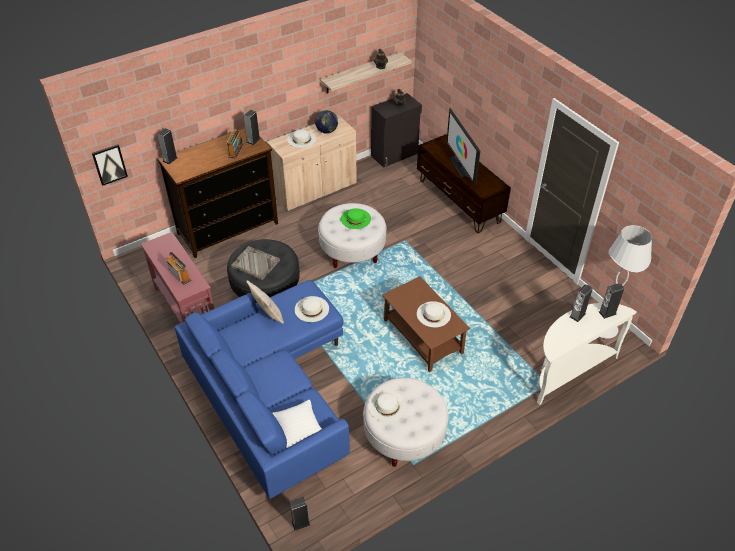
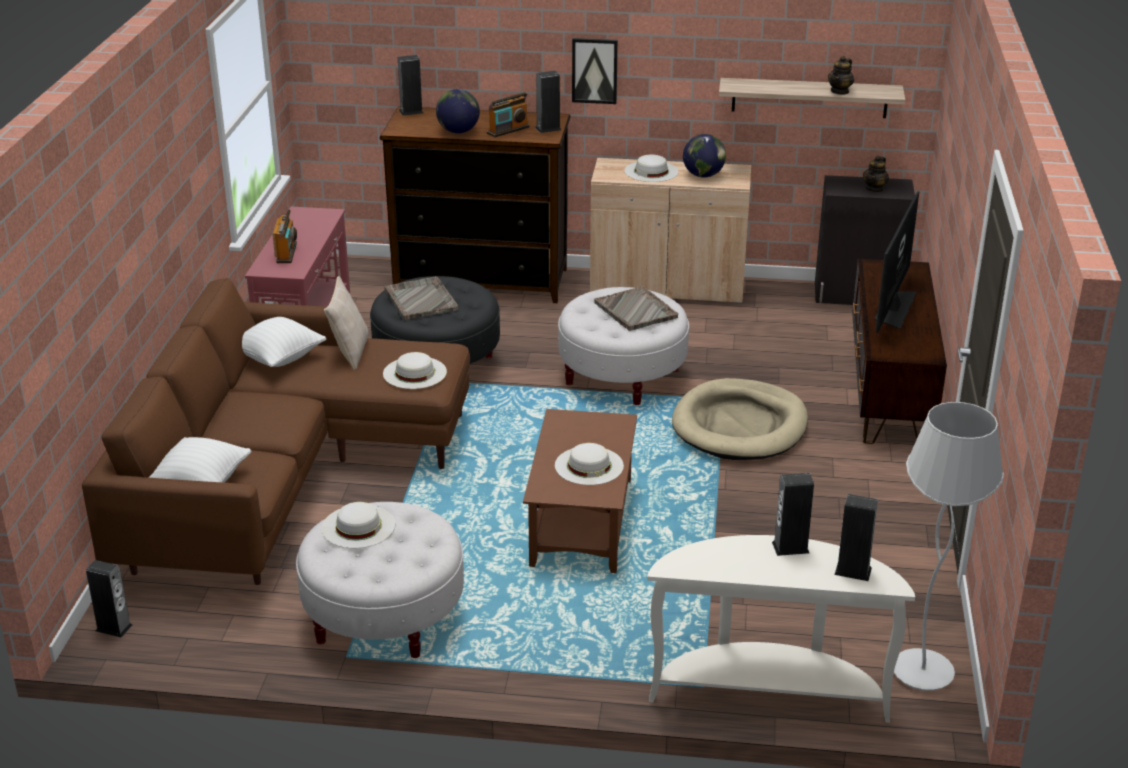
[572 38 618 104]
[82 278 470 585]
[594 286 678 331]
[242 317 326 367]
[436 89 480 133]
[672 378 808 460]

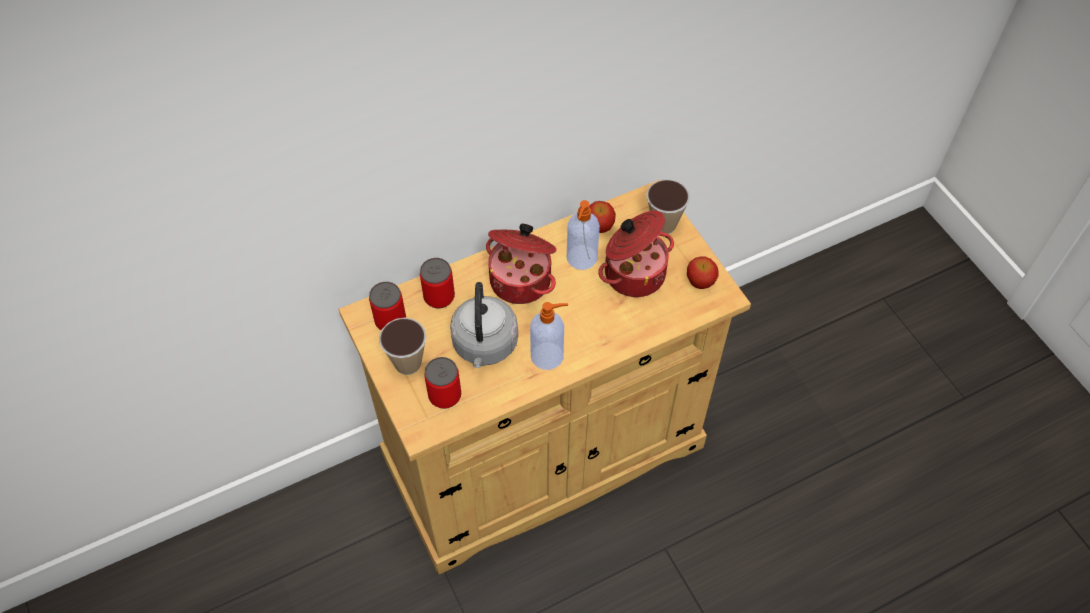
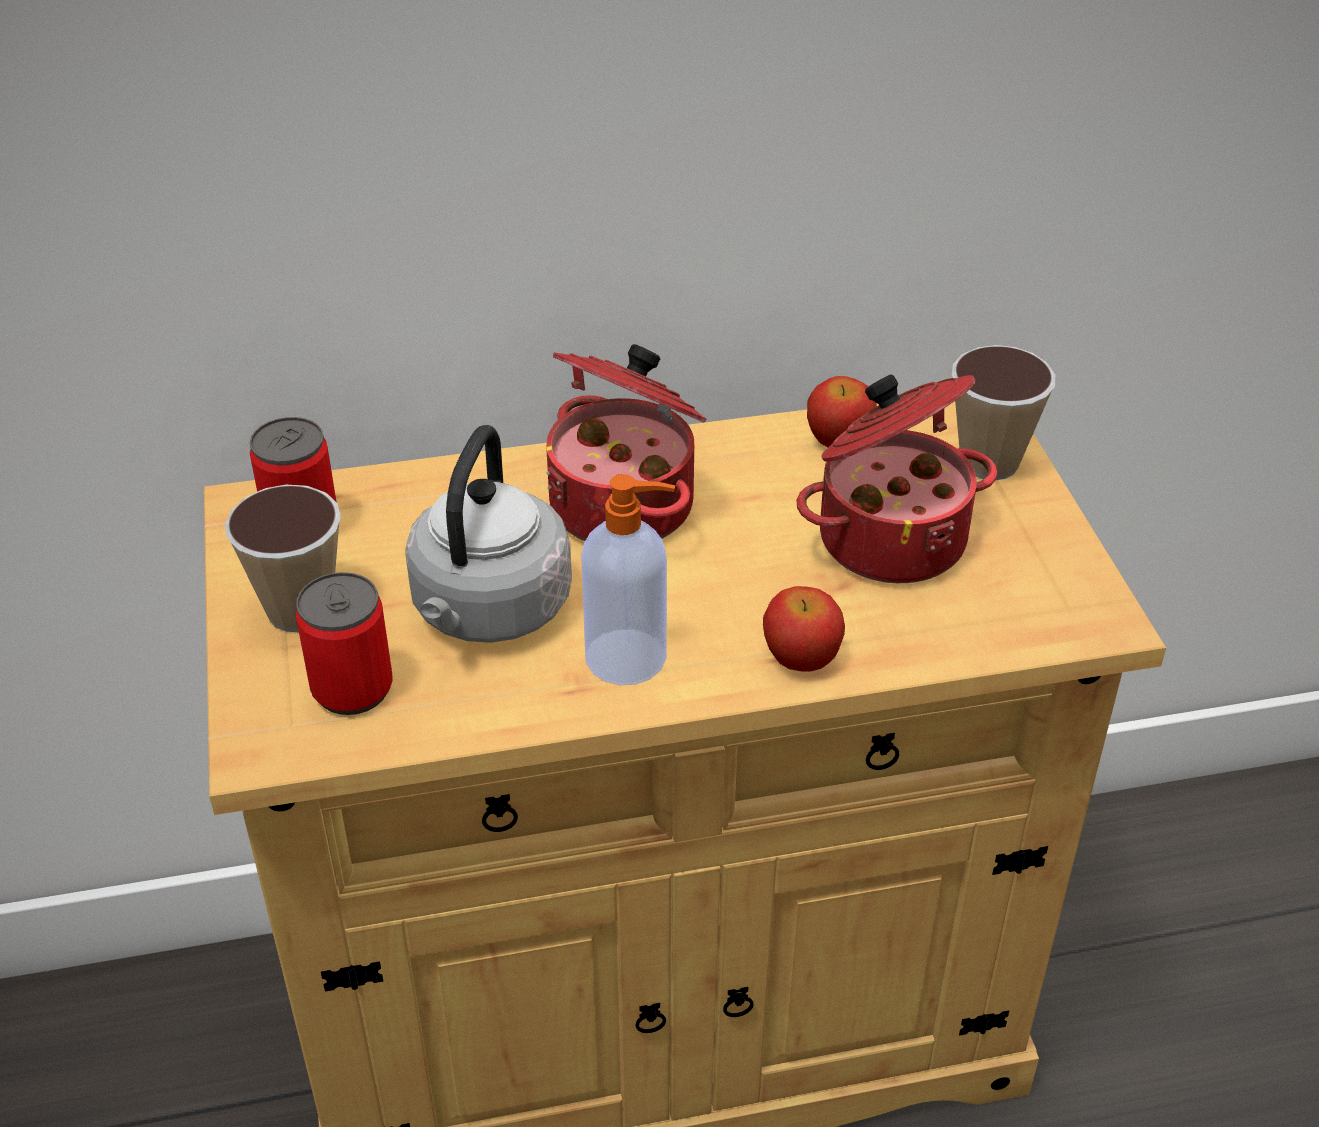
[420 258 455 309] (first image)
[567 200 600 270] (first image)
[763 586 845 671]

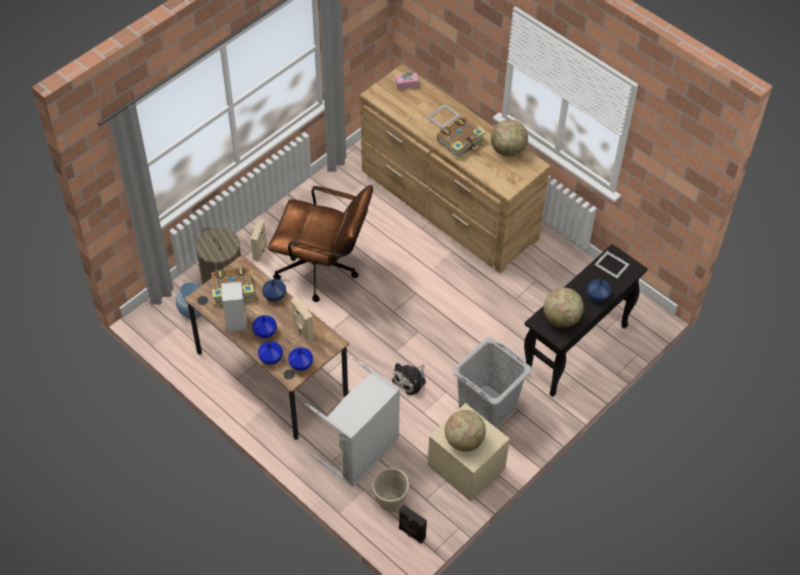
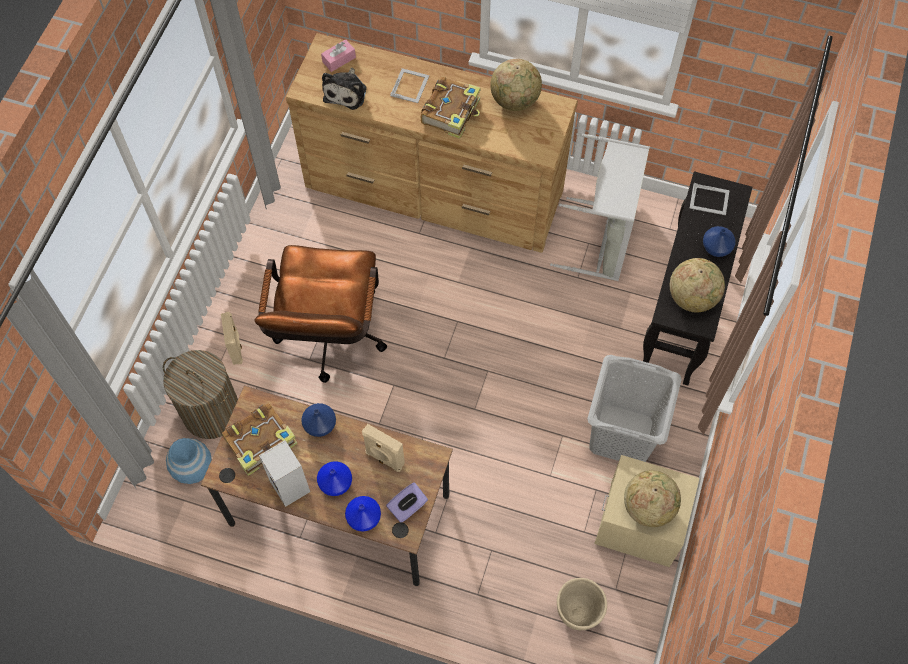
[254 245 387 383]
[386 482 428 522]
[550 133 650 281]
[322 68 367 110]
[399 504 427 544] (first image)

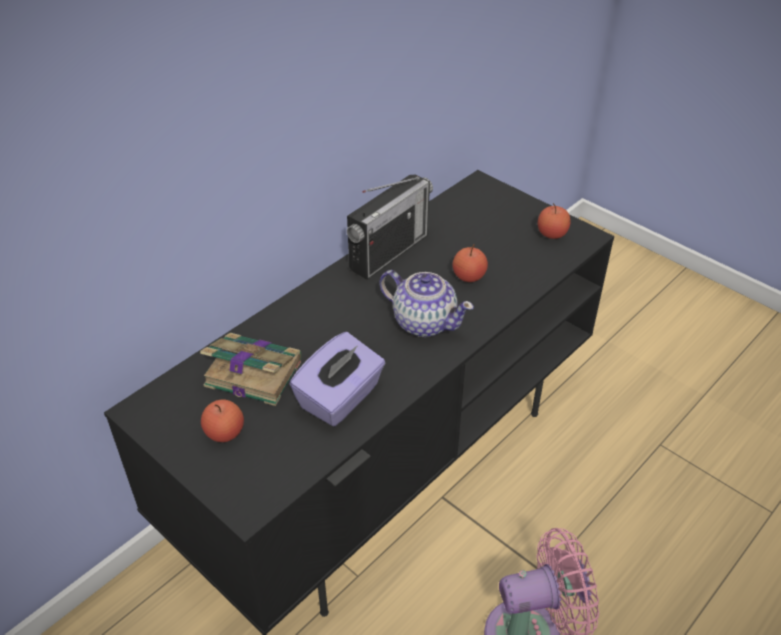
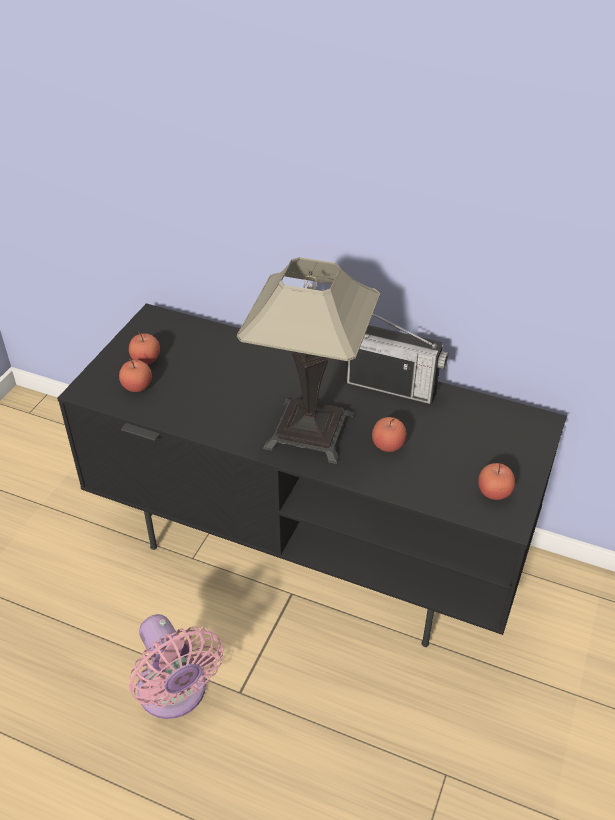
[200 333 302 406] (first image)
[289 332 385 427] (first image)
[237 257 380 464]
[119 358 152 392]

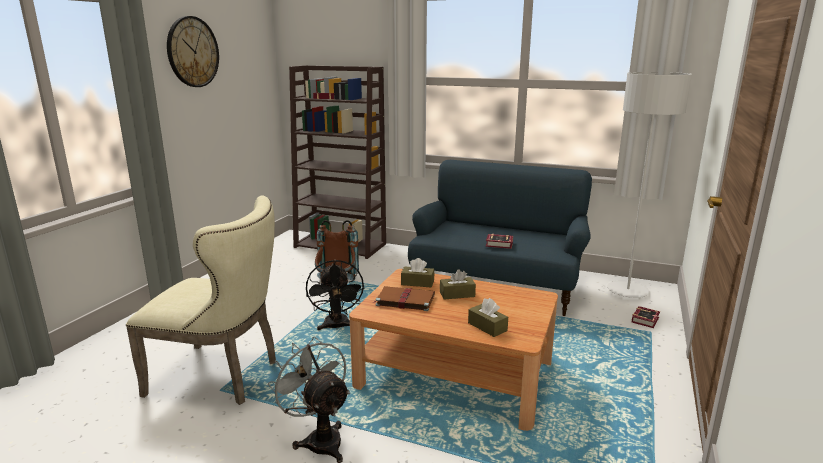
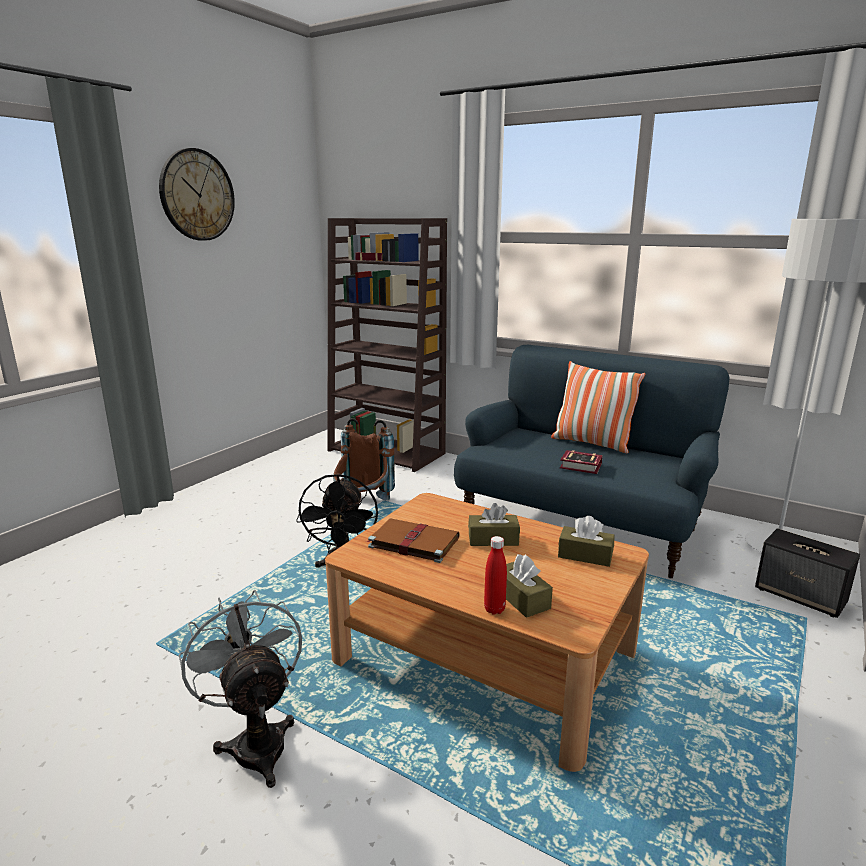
[126 196 276 405] (first image)
[558 516 615 567]
[755 528 860 618]
[484 536 507 615]
[551 361 645 453]

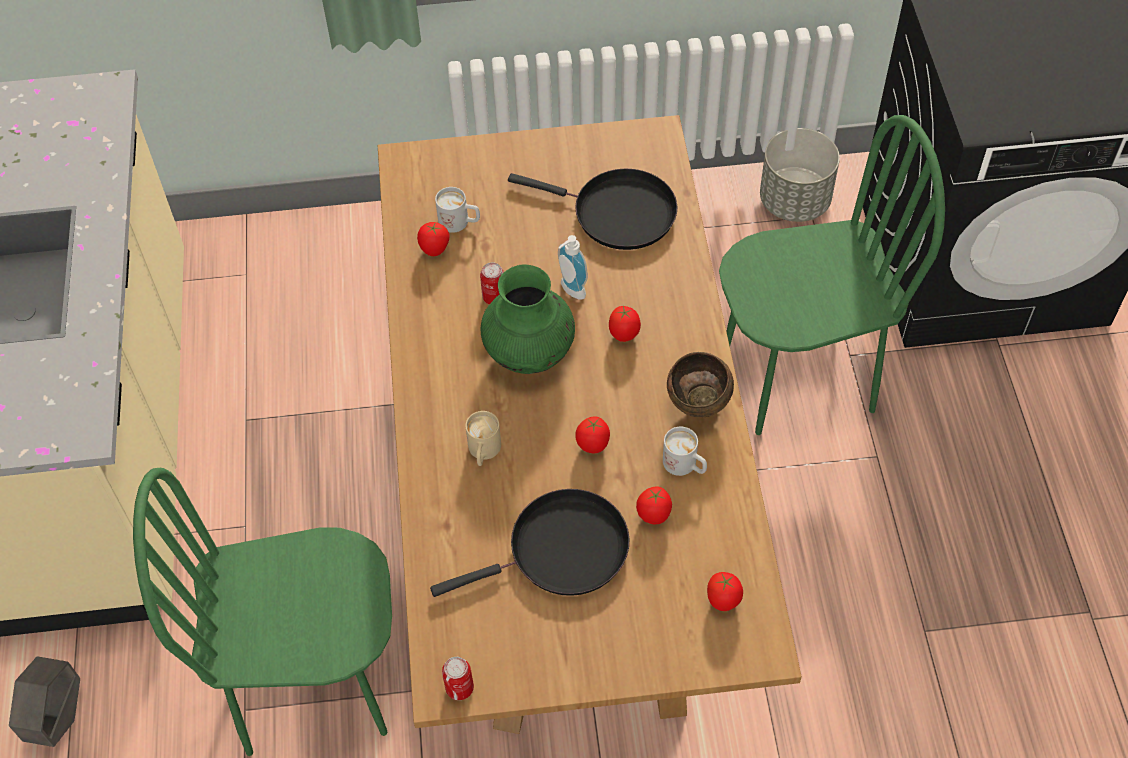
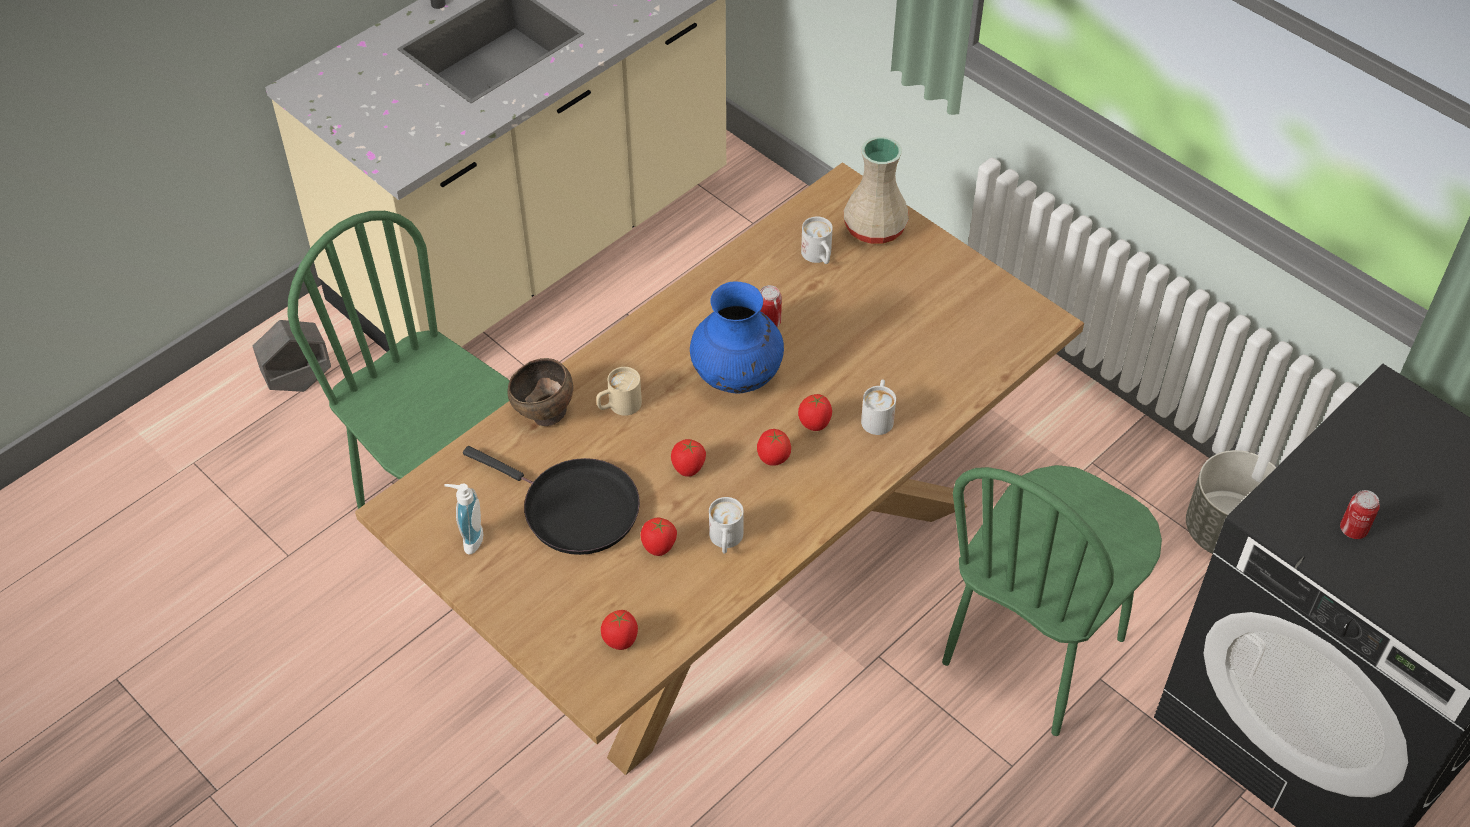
[757 429 791 466]
[1340 490 1380 539]
[690 281 784 393]
[508 168 678 250] (first image)
[444 484 483 555]
[507 358 573 426]
[942 465 1162 736]
[844 137 909 244]
[861 379 896 435]

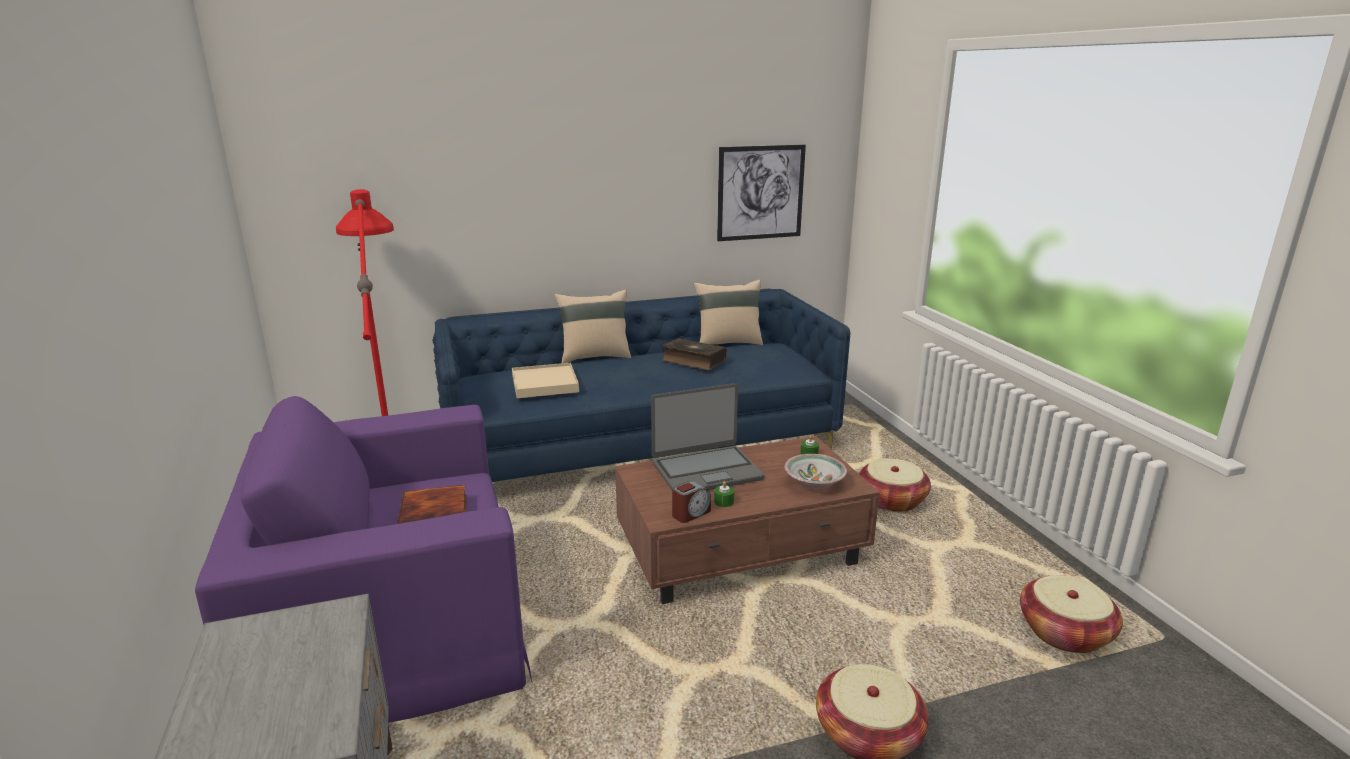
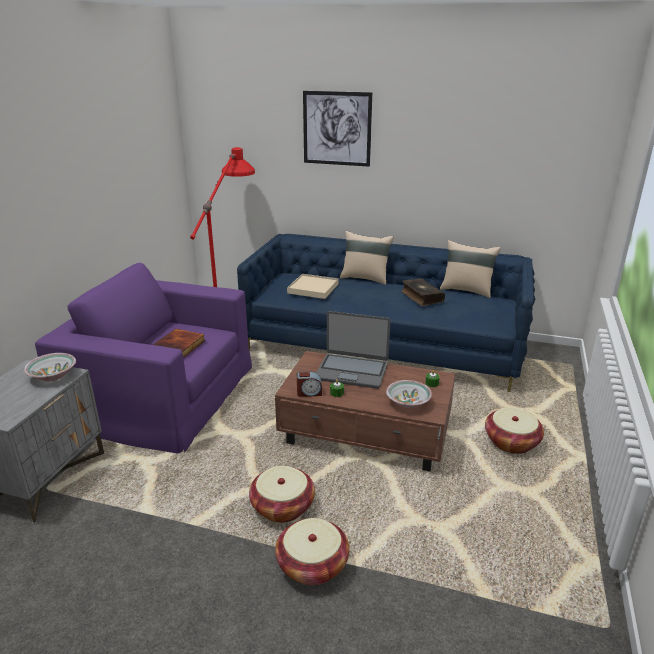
[303 91 372 167]
[249 466 315 523]
[24 353 76 382]

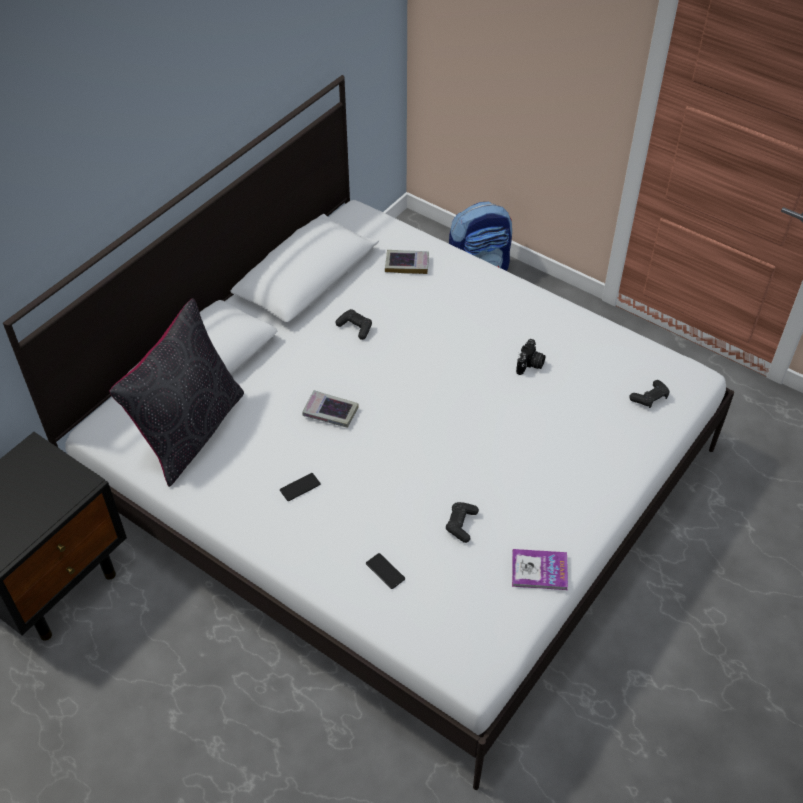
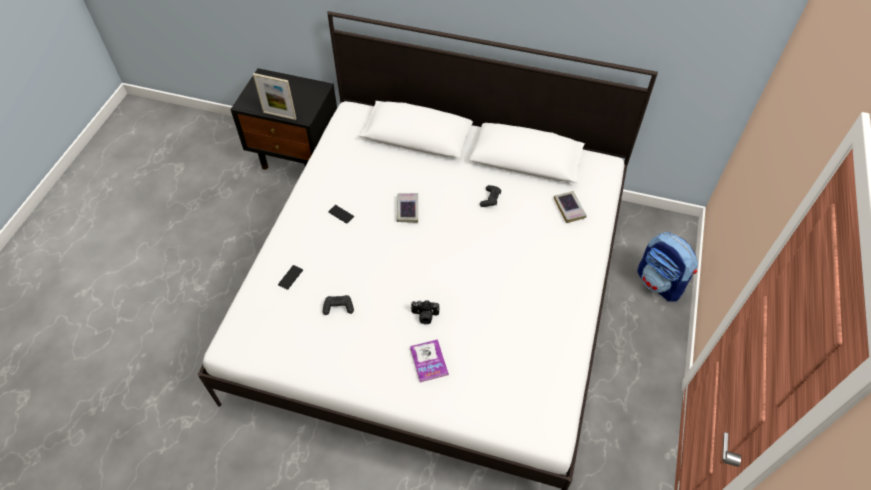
[109 298 244 487] (first image)
[410 339 448 382]
[411 300 439 324]
[629 380 670 408] (first image)
[253 73 297 120]

